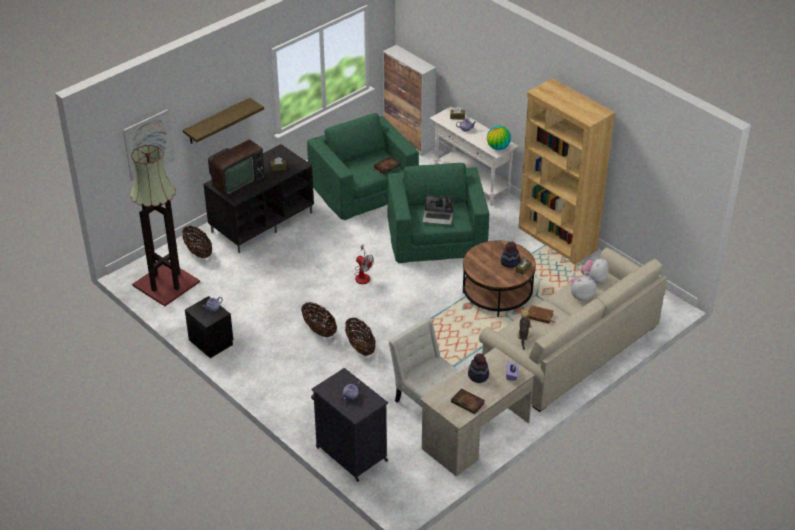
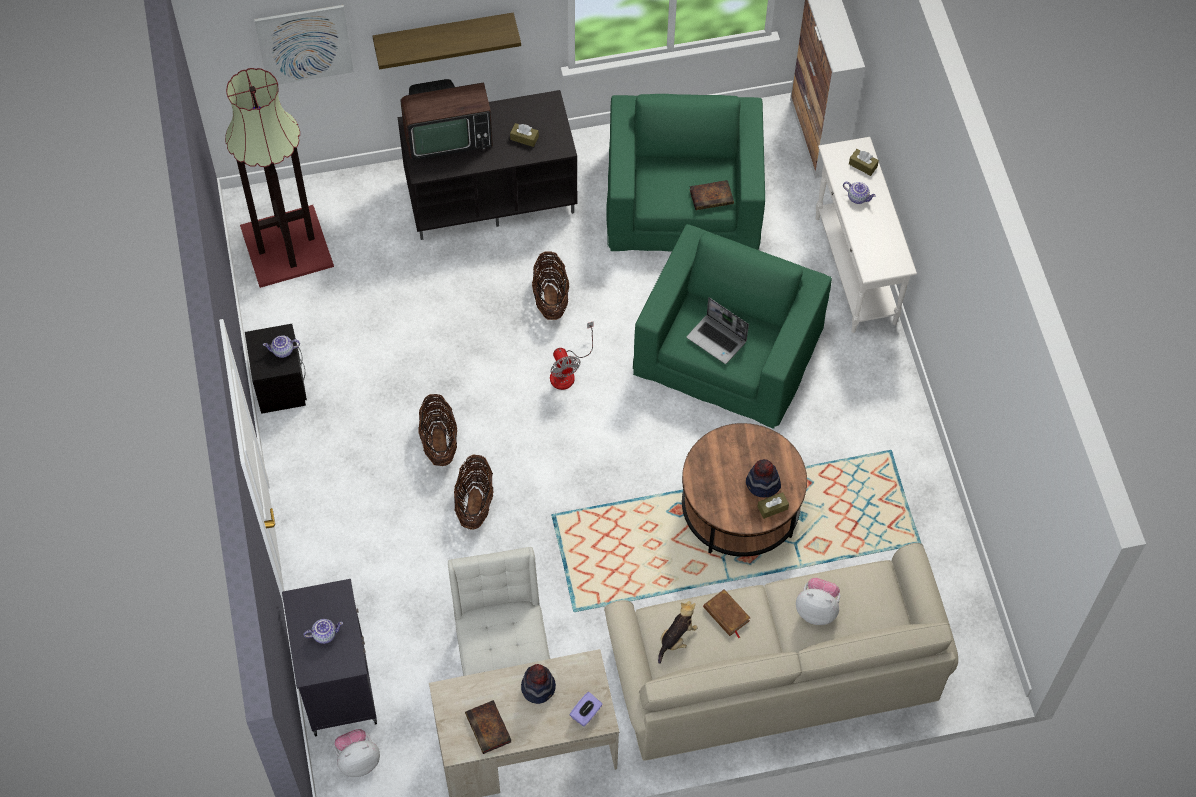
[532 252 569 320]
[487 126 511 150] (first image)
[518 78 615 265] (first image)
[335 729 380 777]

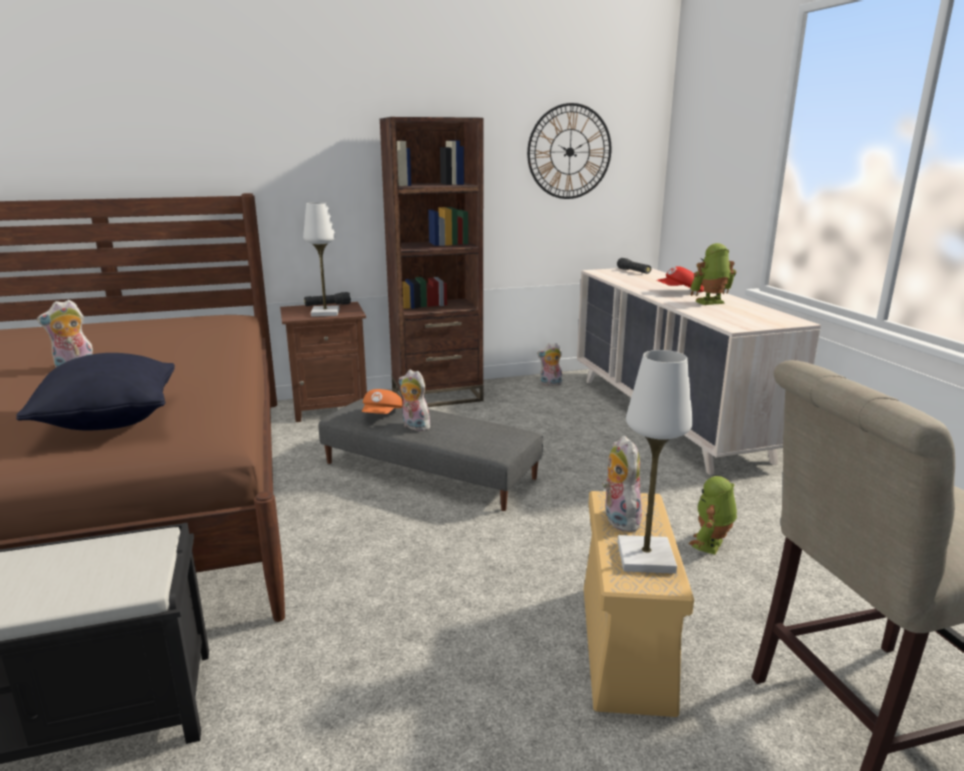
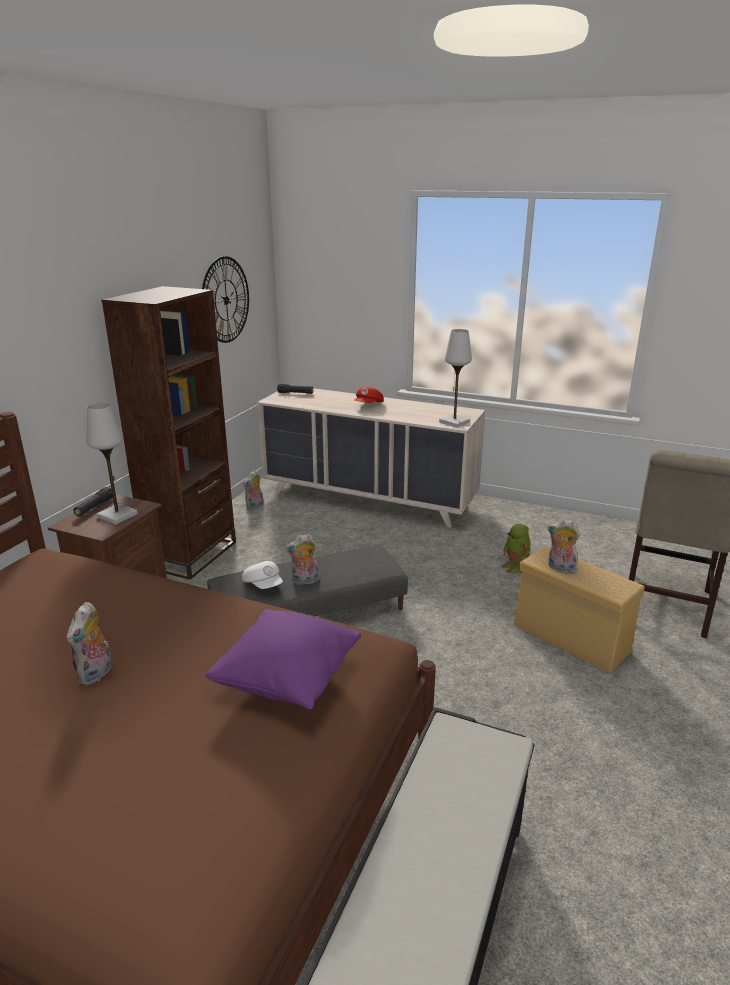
[205 609 361 709]
[242 561 283 589]
[439 329 472 427]
[690 243 736 305] (first image)

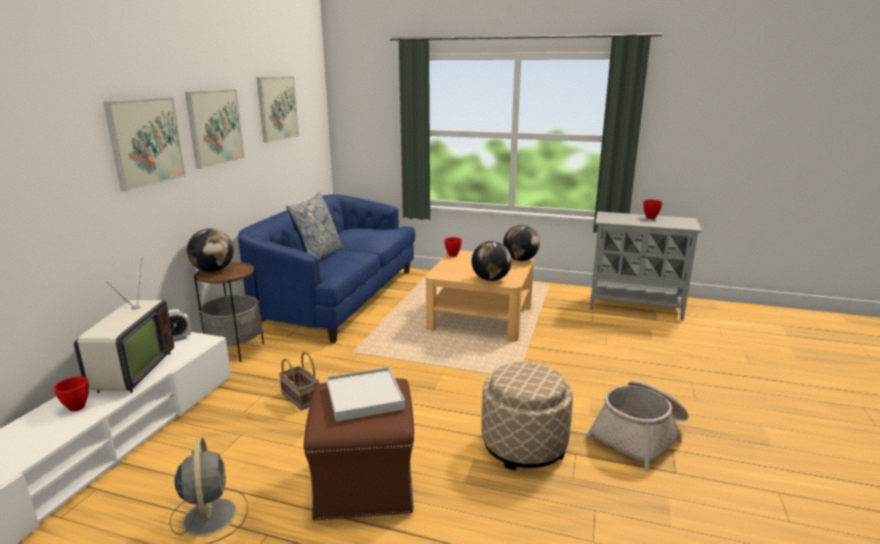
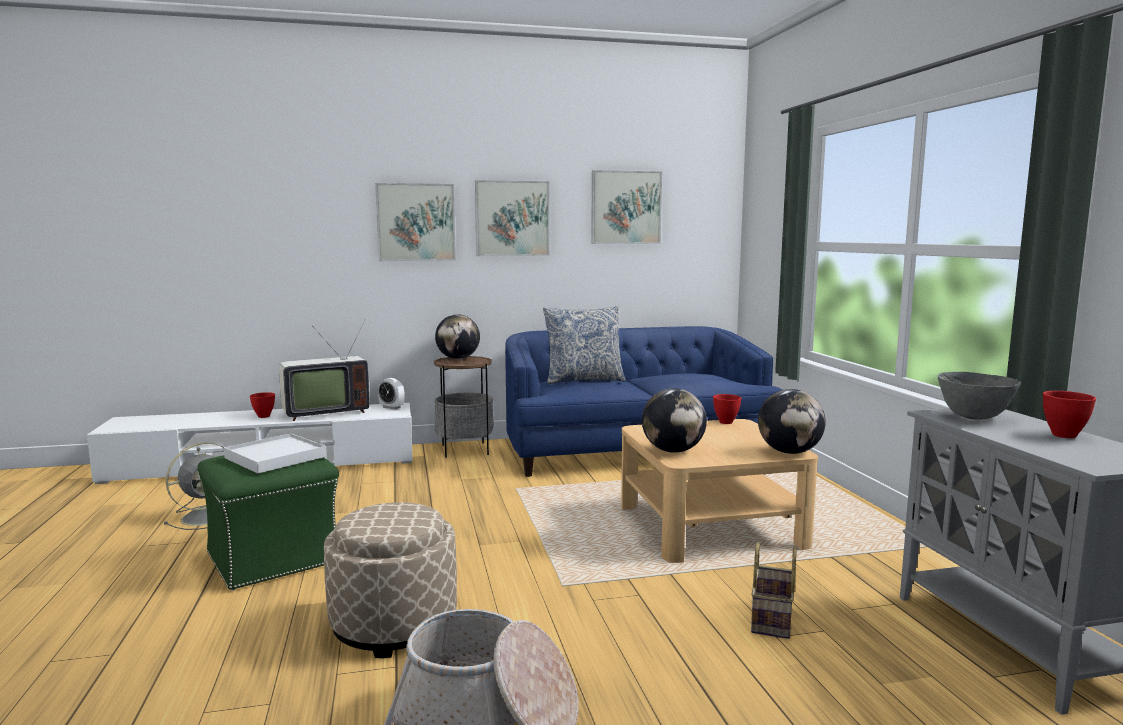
[751 542 797 639]
[197 455 339 590]
[938 372 1021 420]

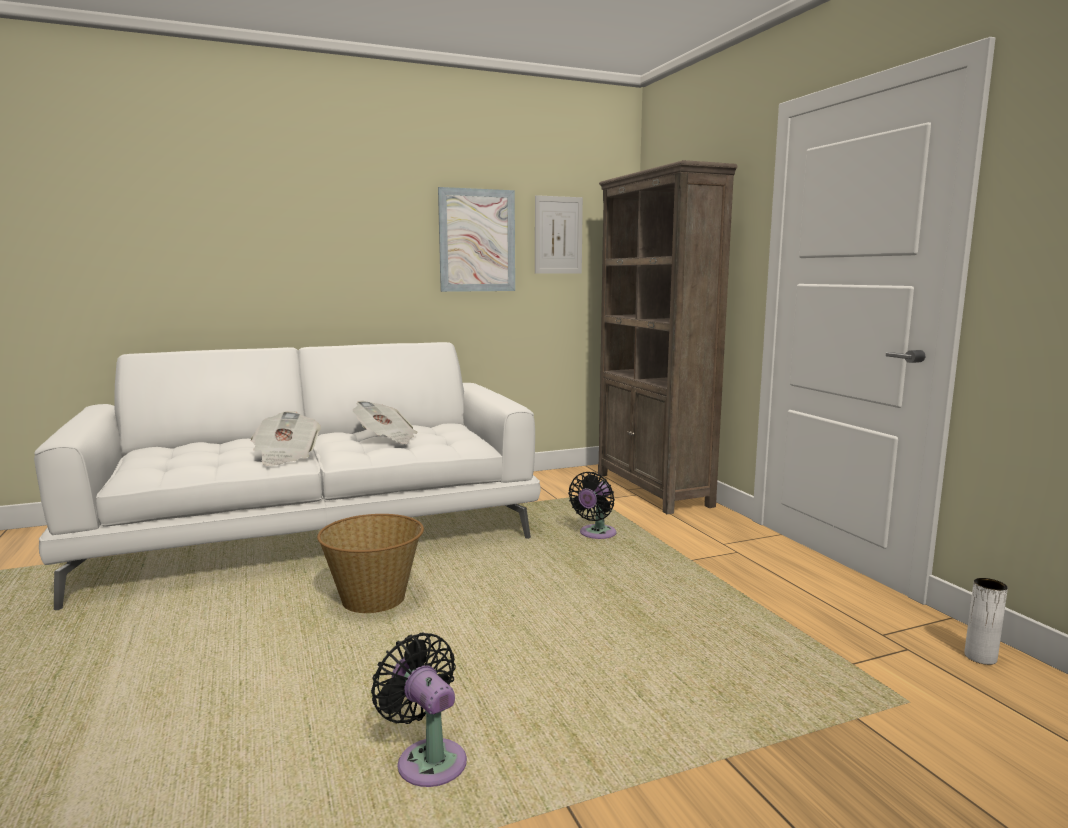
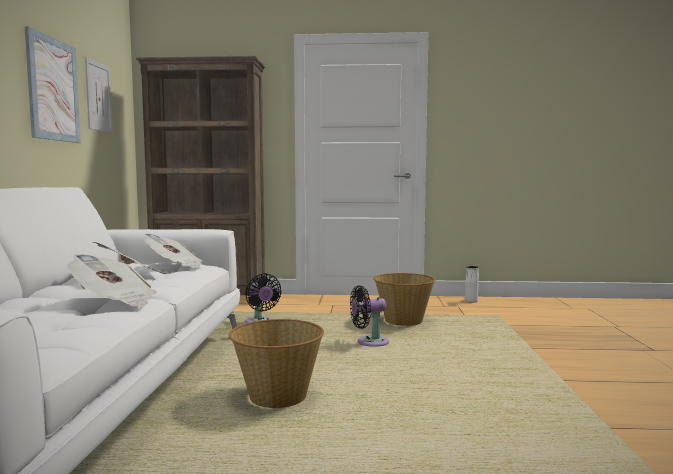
[350 285 389 347]
[144 233 203 269]
[373 273 435 326]

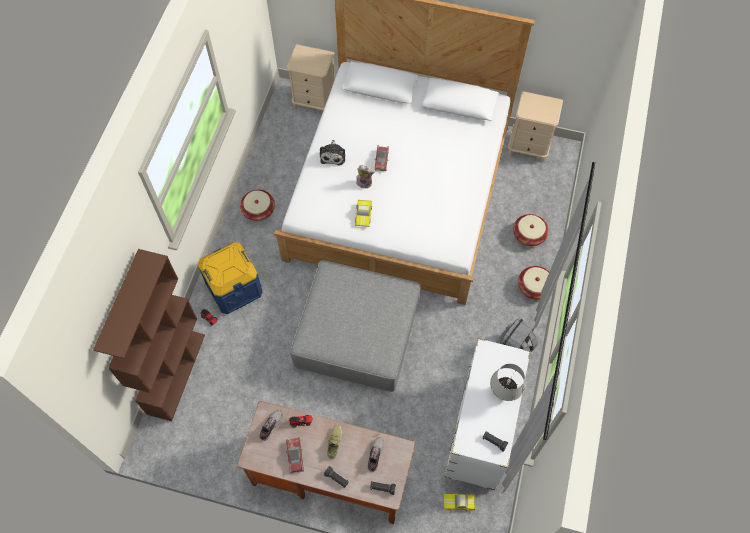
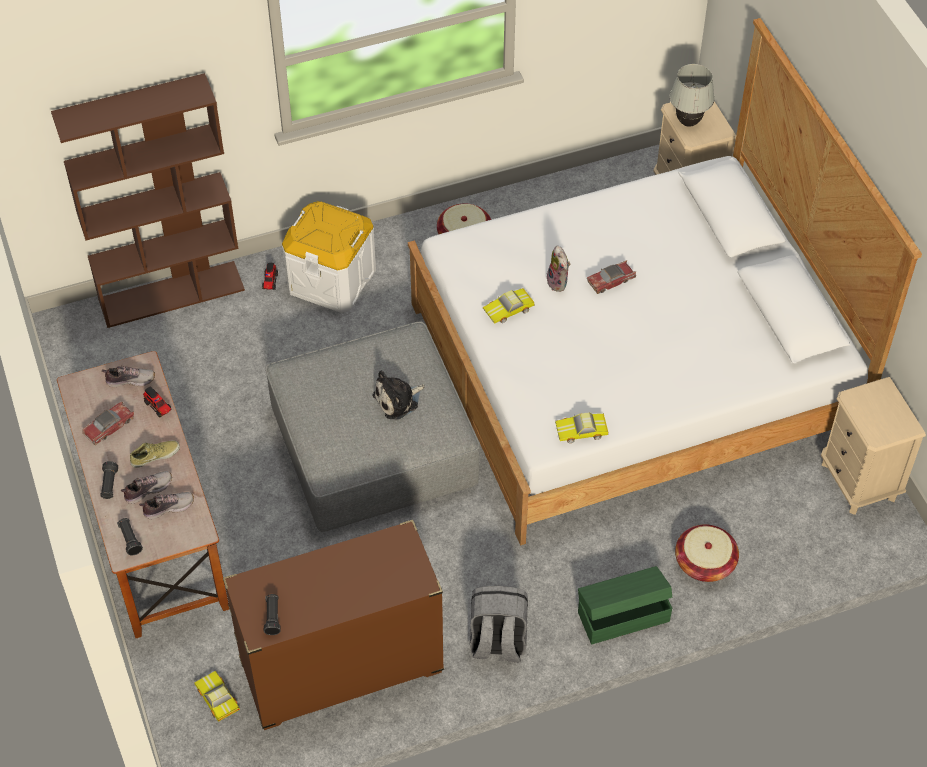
[282 201 376 313]
[373 370 425 420]
[223 520 444 730]
[669 64 715 127]
[578 566 672 644]
[121 471 172 504]
[555 412 608 443]

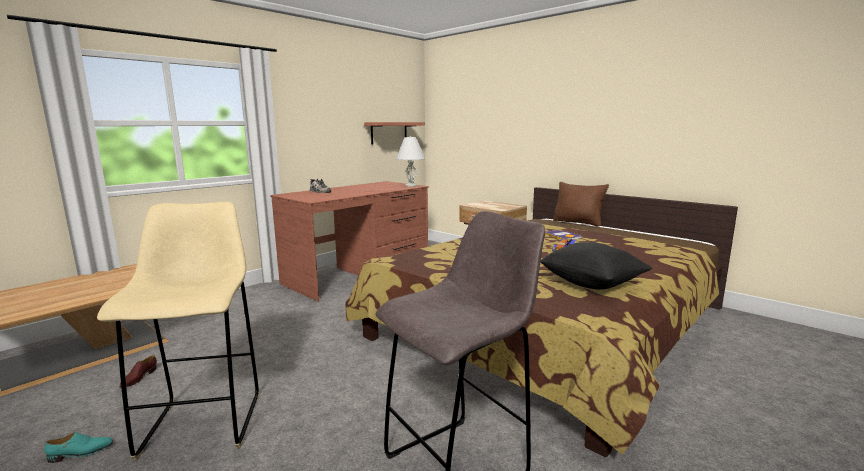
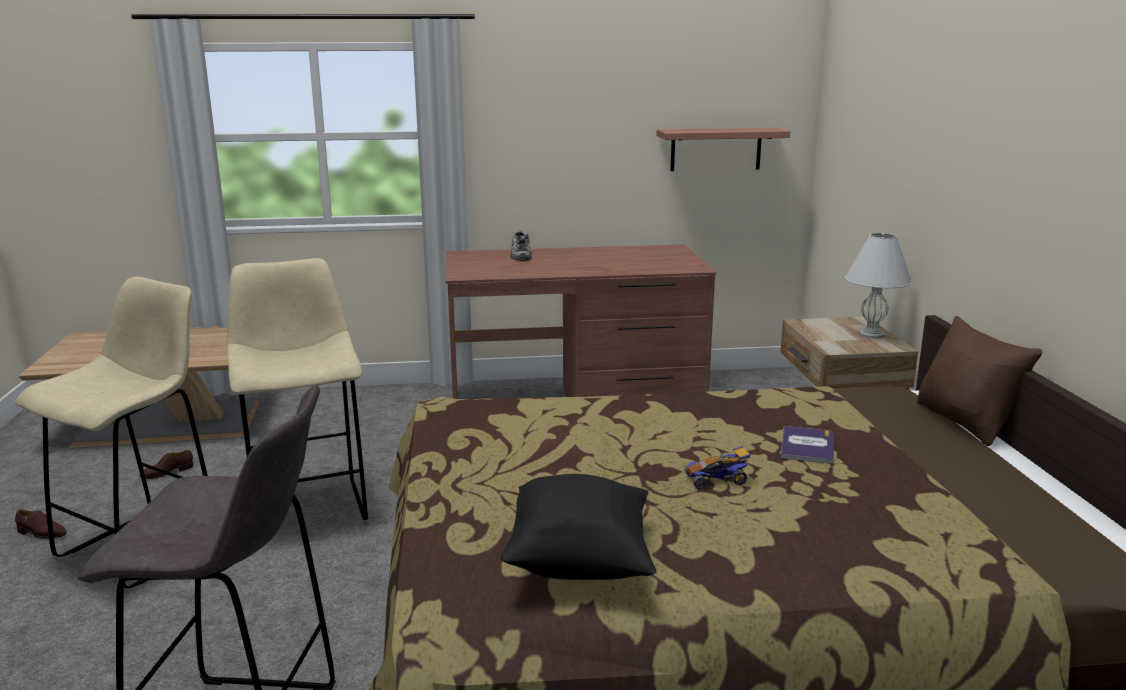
[15 509 67 539]
[845 233 912 339]
[227 258 369 525]

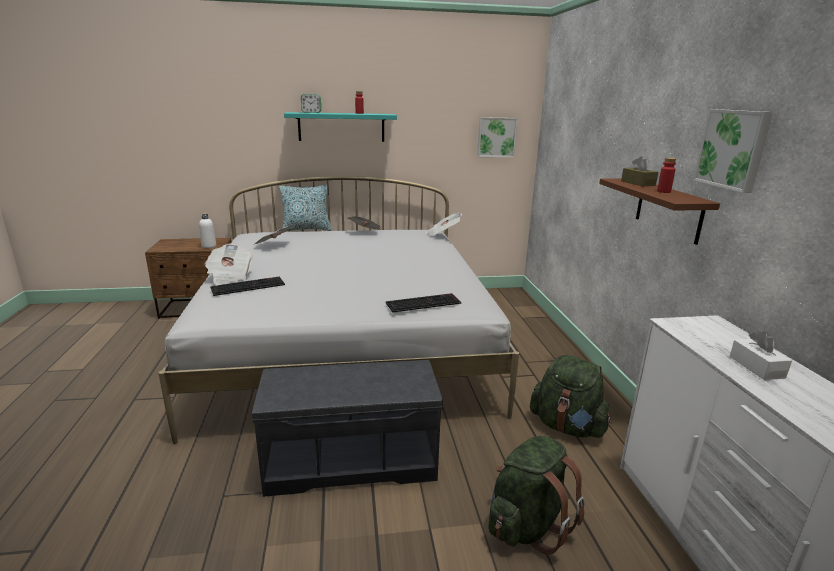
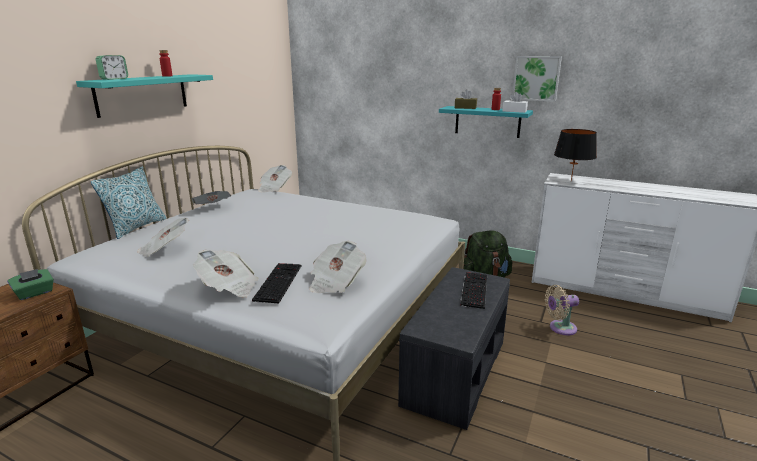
[7 269 54 300]
[460 272 487 309]
[477 117 518 157] (first image)
[545 285 579 335]
[439 106 533 138]
[502 92 528 113]
[309 241 366 293]
[554 129 597 181]

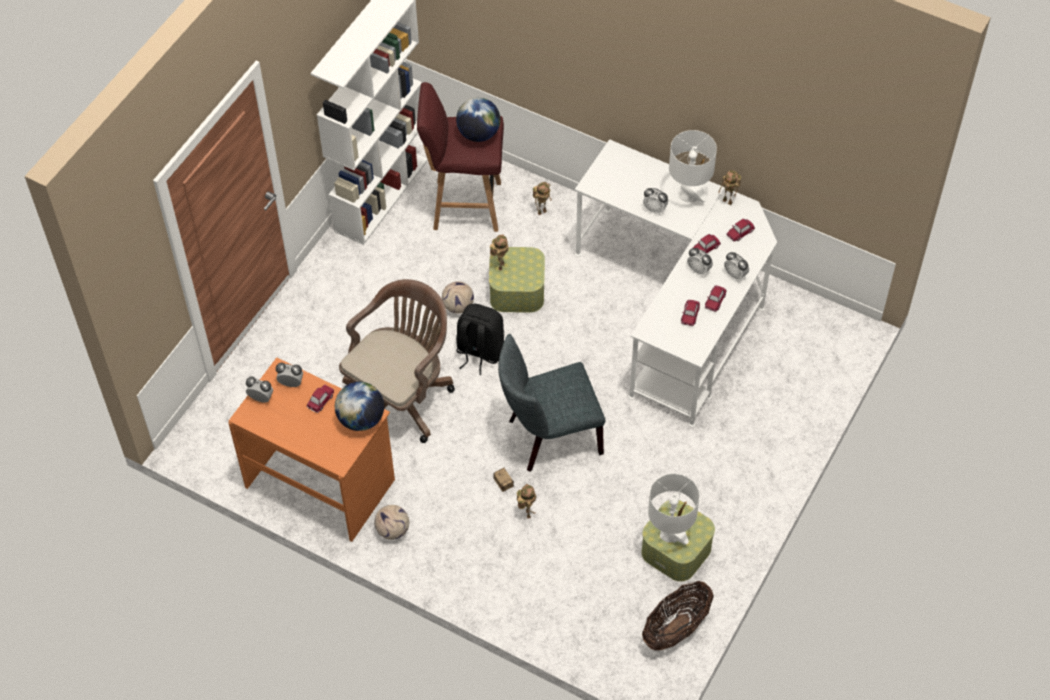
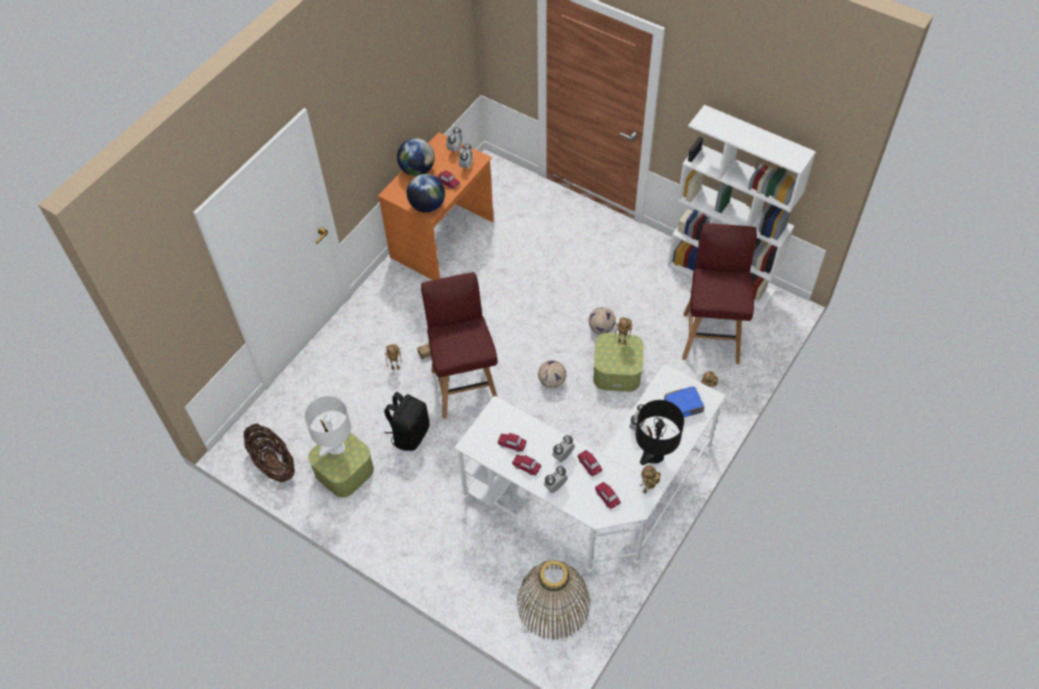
[339 279 455 443] (first image)
[538 360 566 388]
[397 138 435 176]
[384 392 430 451]
[421 272 497 419]
[636 400 684 465]
[517 560 590 640]
[664 386 705 417]

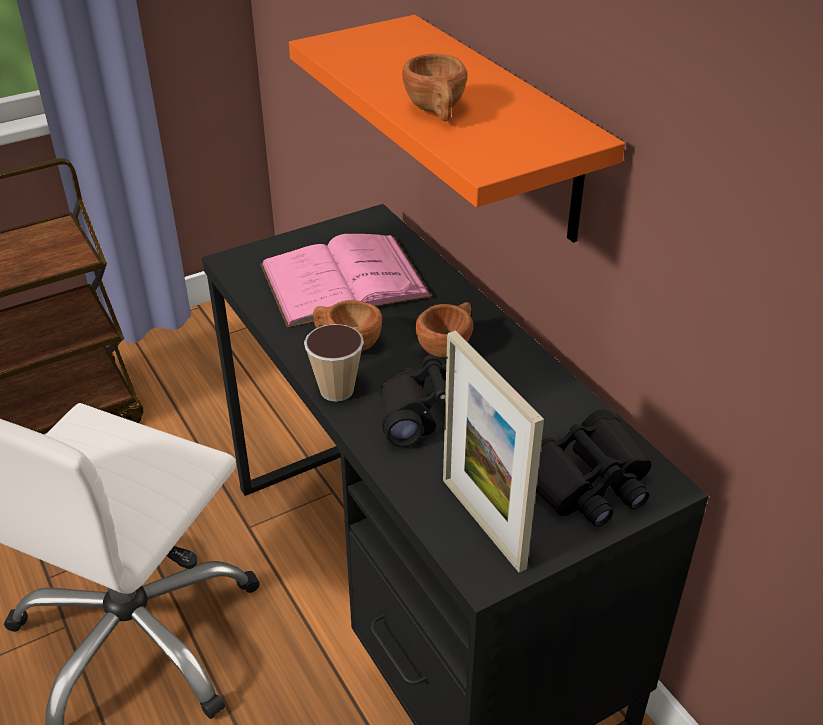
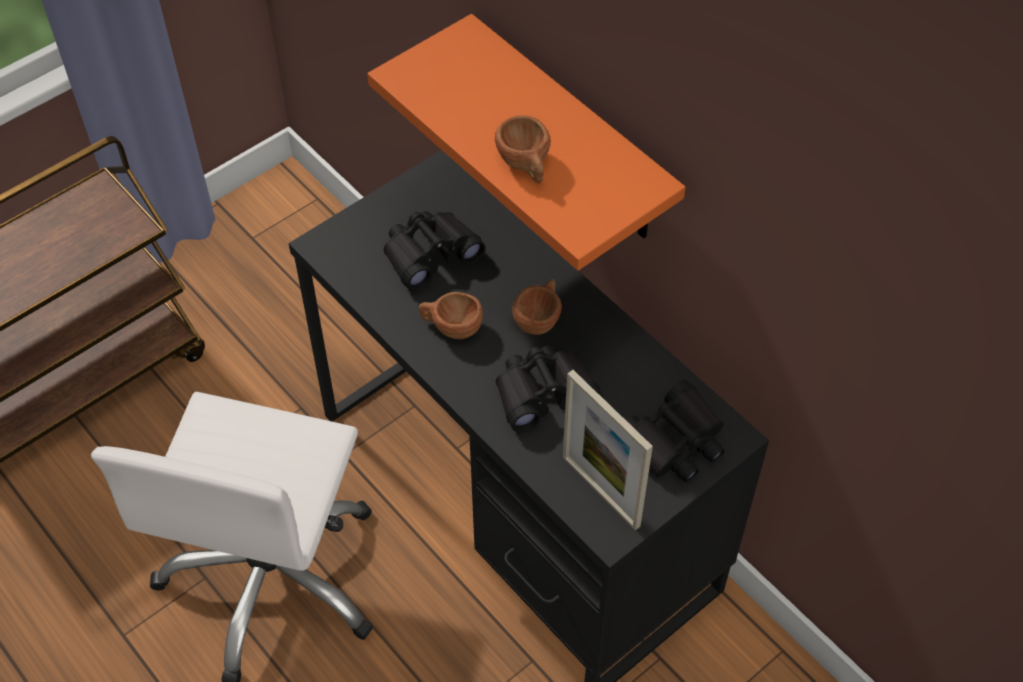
[384 211 486 291]
[304 324 364 402] (first image)

